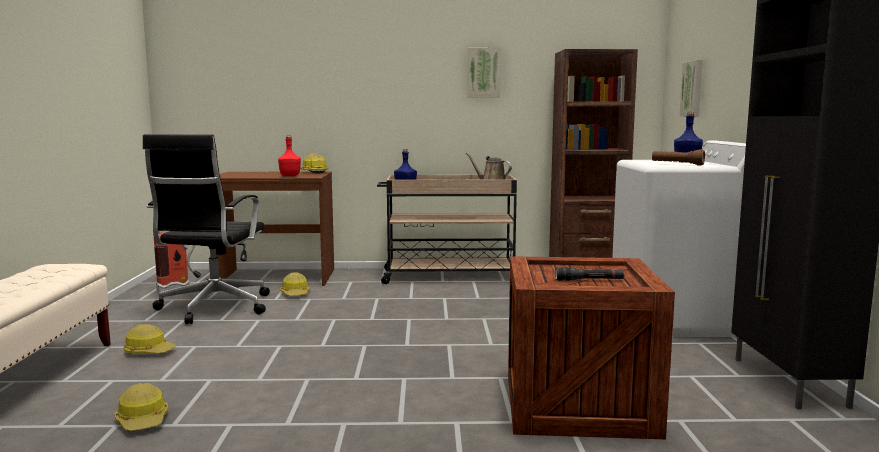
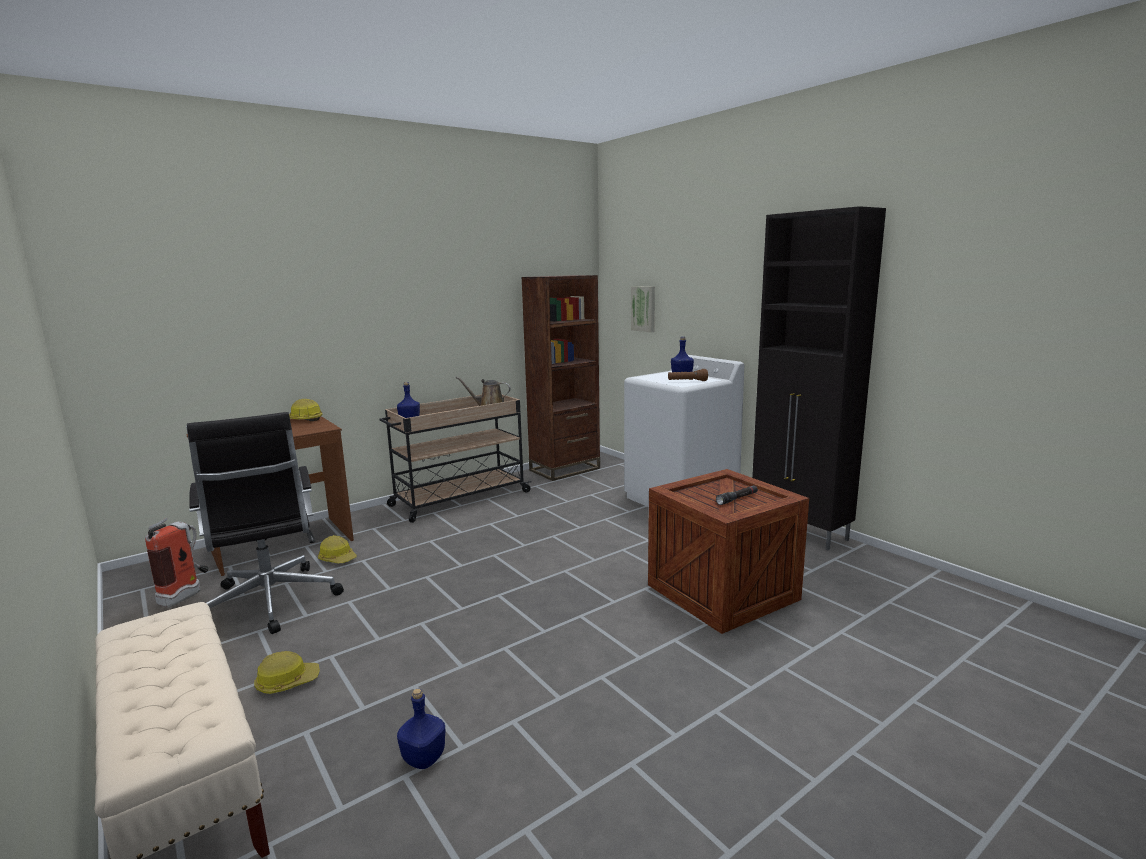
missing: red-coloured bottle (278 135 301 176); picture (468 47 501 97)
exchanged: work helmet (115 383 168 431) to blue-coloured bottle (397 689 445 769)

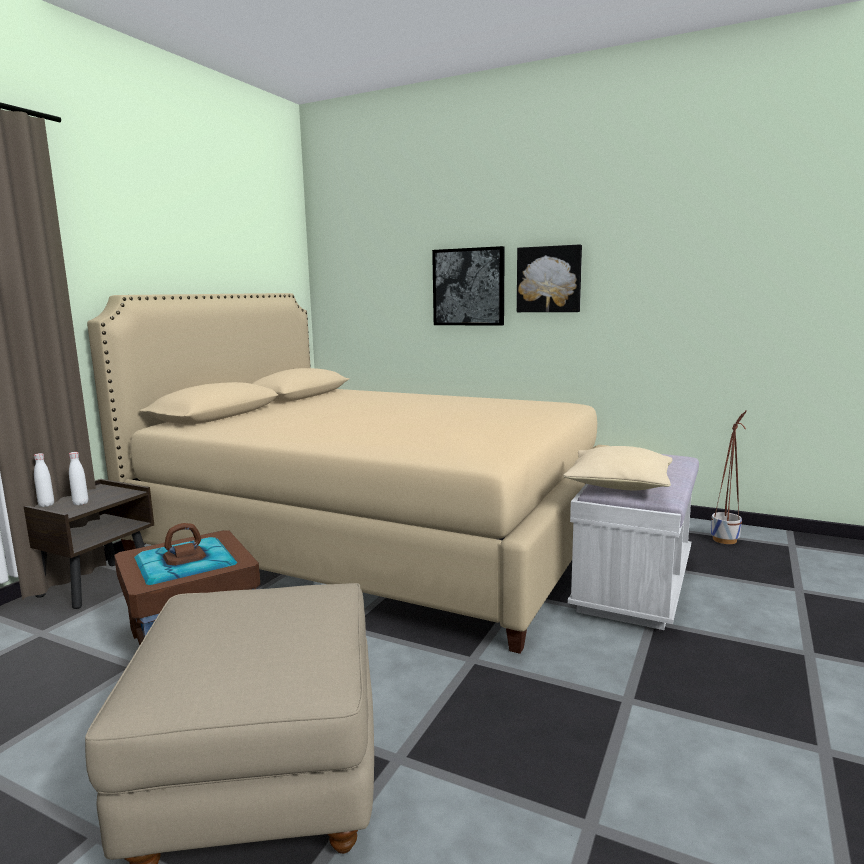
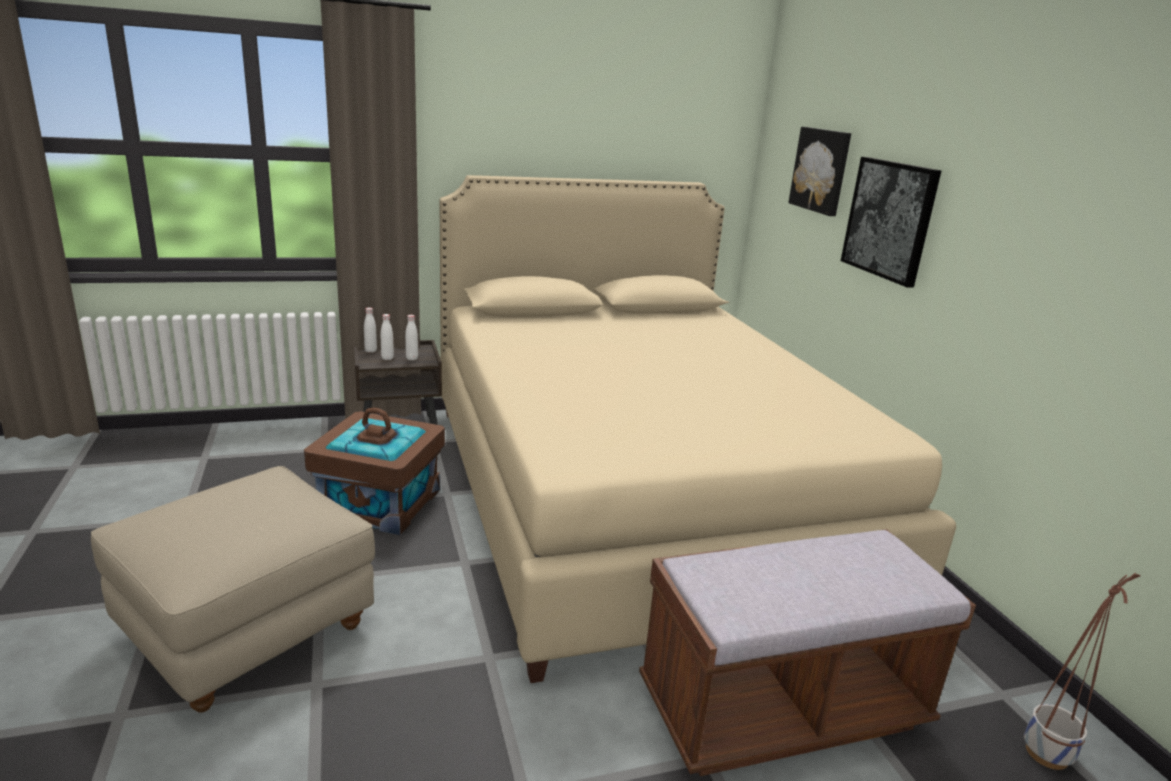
missing: beige cushion (563 446 672 490)
appeared: whitish bottle (405 315 418 360)
relocated: picture (517 245 582 312) to (788 127 851 216)
colour: whitish indoor bench (568 454 699 630) to brown-coloured indoor bench (639 529 976 776)

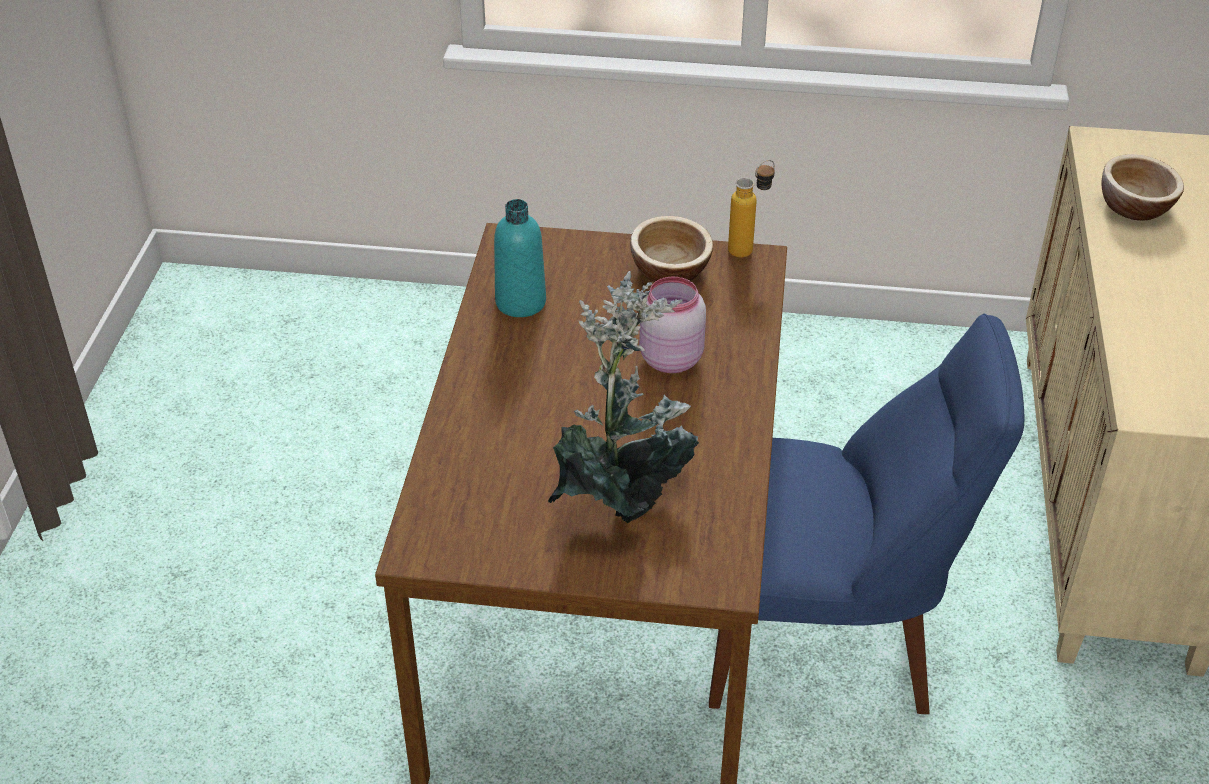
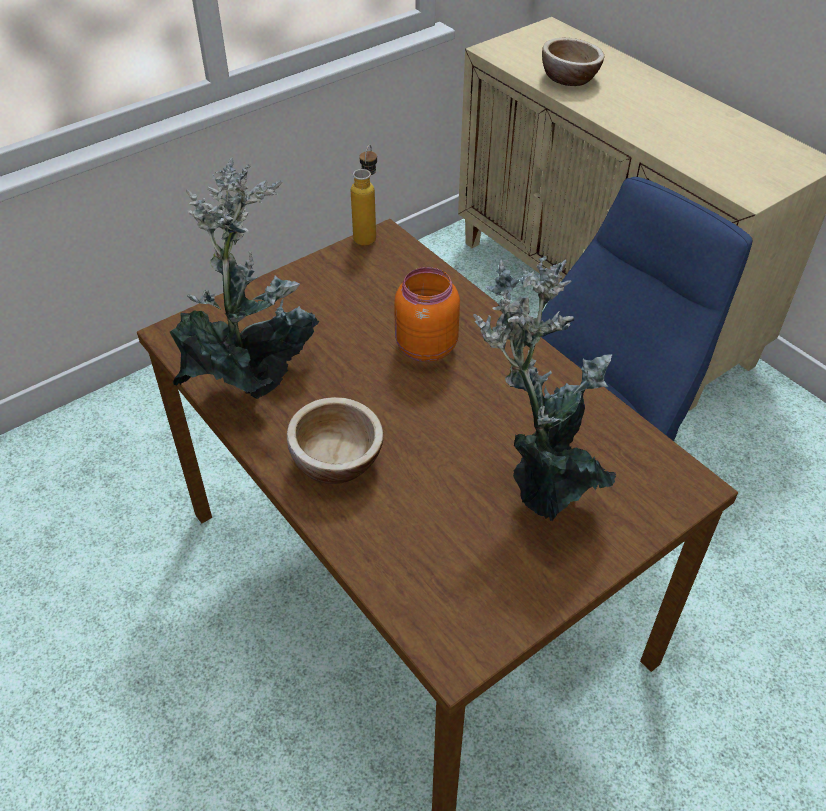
relocated: deep dish (630 216 713 282) to (287 397 383 484)
exchanged: turquoise bottle (494 199 546 317) to houseplant (170 158 319 399)
colour: pinkish storage jar (639 277 706 373) to orangey storage jar (394 267 460 362)

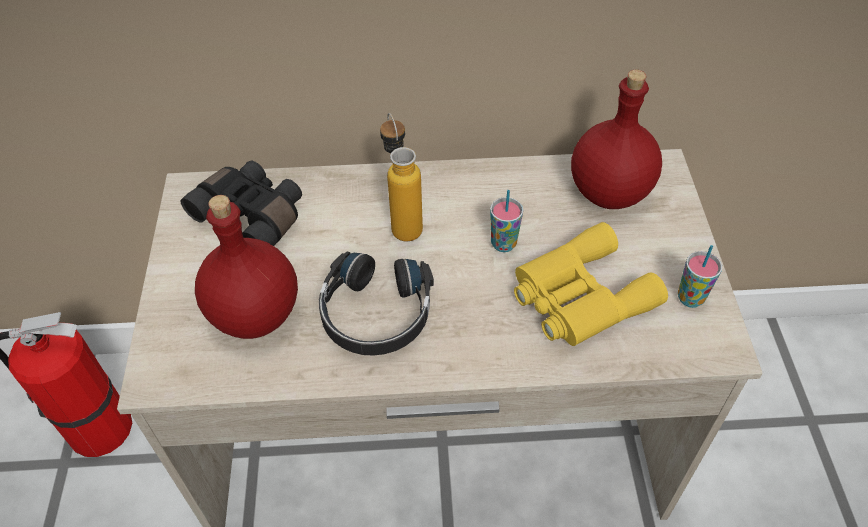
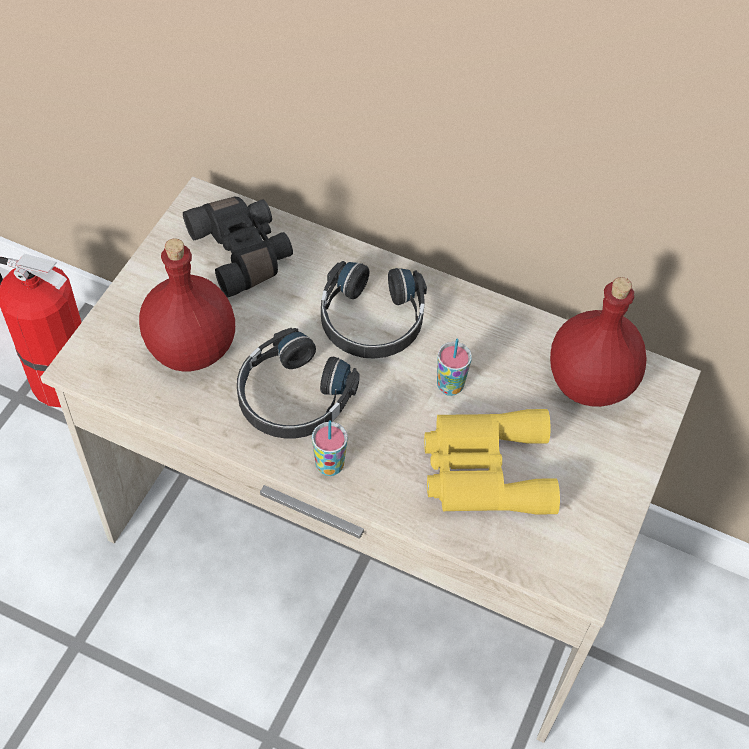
relocated: small cup (678 245 722 308) to (312 420 348 476)
exchanged: bottle (380 113 423 242) to black-coloured headphones (321 261 427 358)

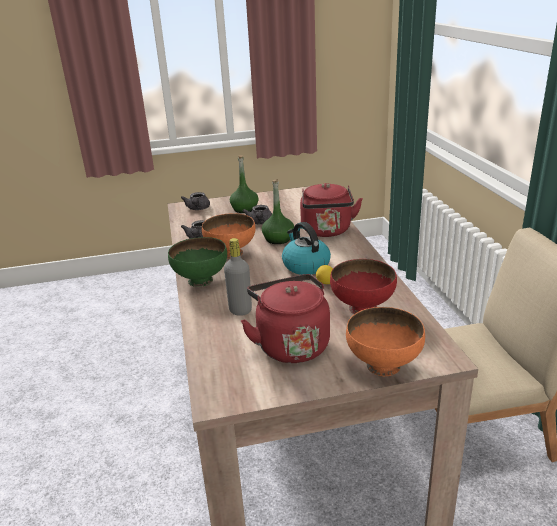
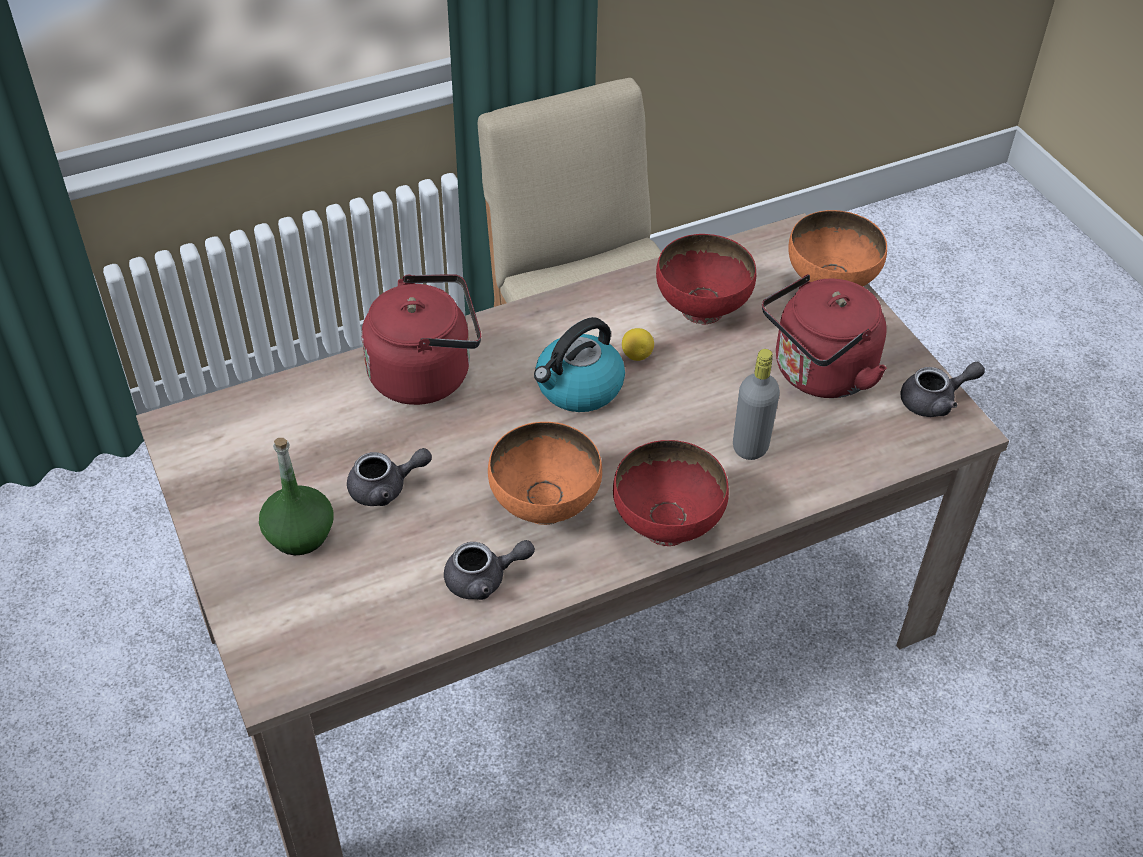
missing: greenish bottle (262 179 294 244)
relocated: gray pot for tea (181 192 210 210) to (900 362 985 417)
colour: greenish deep dish (168 237 227 287) to red-coloured deep dish (613 440 729 546)

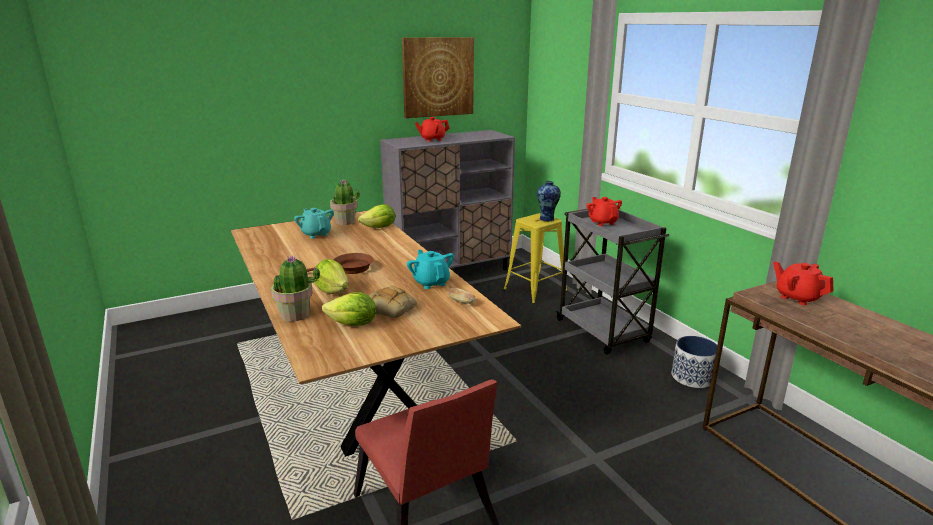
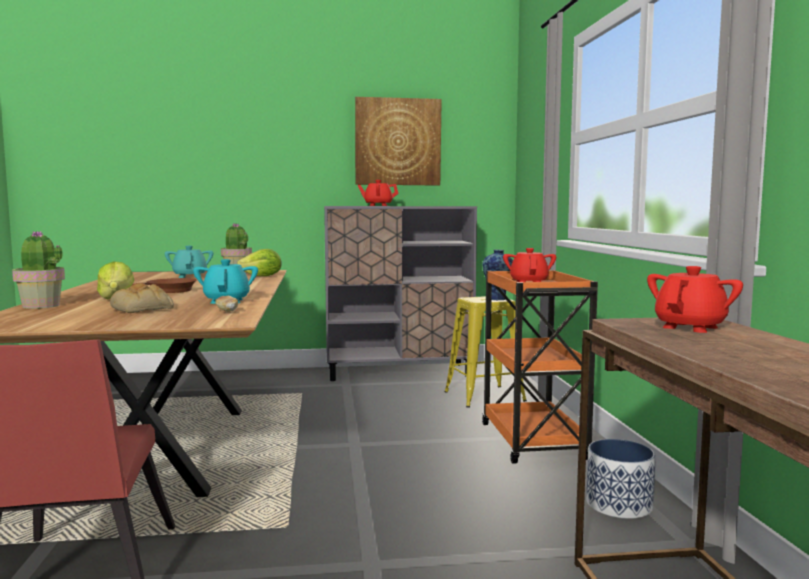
missing: lettuce (322 292 376 326)
colour: gray trolley (556 209 669 354) to orangey trolley (482 270 598 464)
spun: red-coloured pot for tea (773 262 834 305) = (647 266 743 333) 60 degrees clockwise

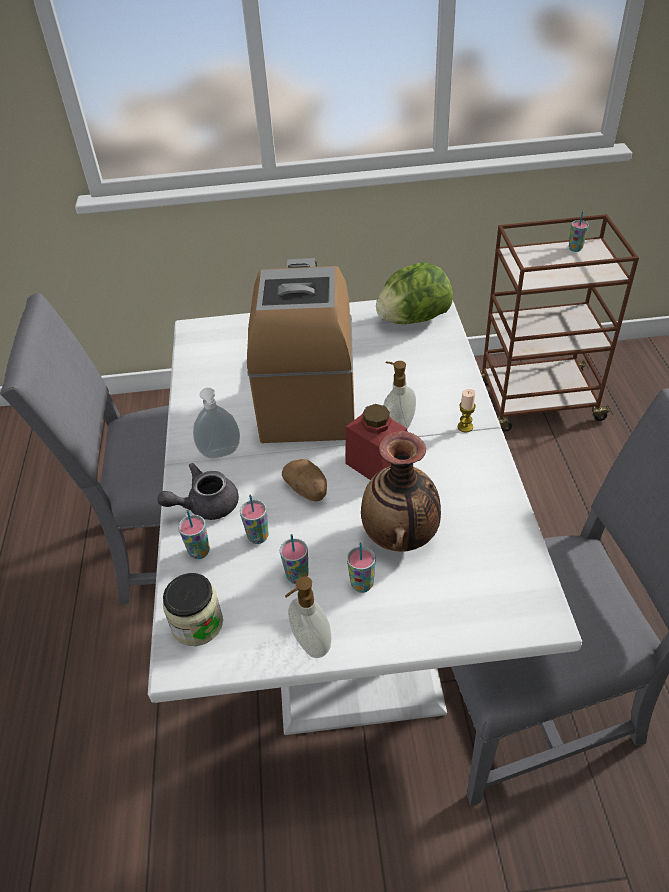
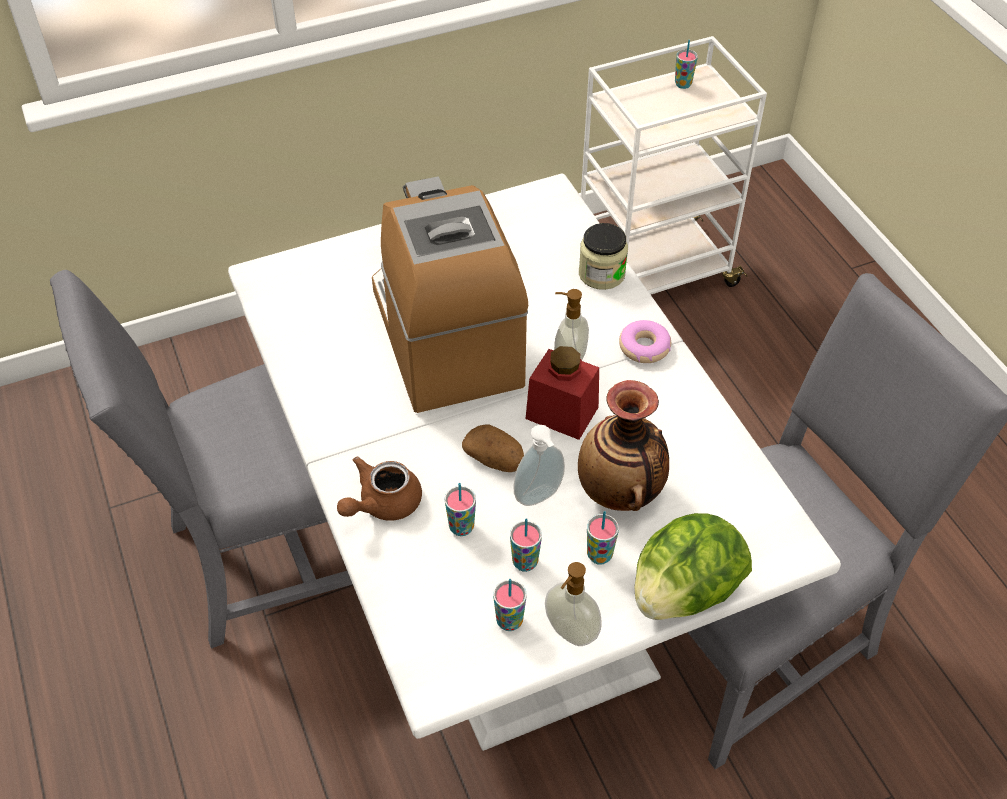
relocated: small cup (178 510 210 559) to (493 579 527 631); liquid soap bottle (193 388 240 458) to (514 425 565 506); storage jar (163 573 223 646) to (579 223 628 290); lettuce (376 263 453 324) to (634 513 752 620)
exchanged: wax candle (458 389 476 433) to doughnut (619 320 671 363)
colour: gray pot for tea (157 463 239 520) to brown-coloured pot for tea (337 457 422 521); brown-coloured trolley (480 214 639 432) to whitish trolley (581 36 767 295)

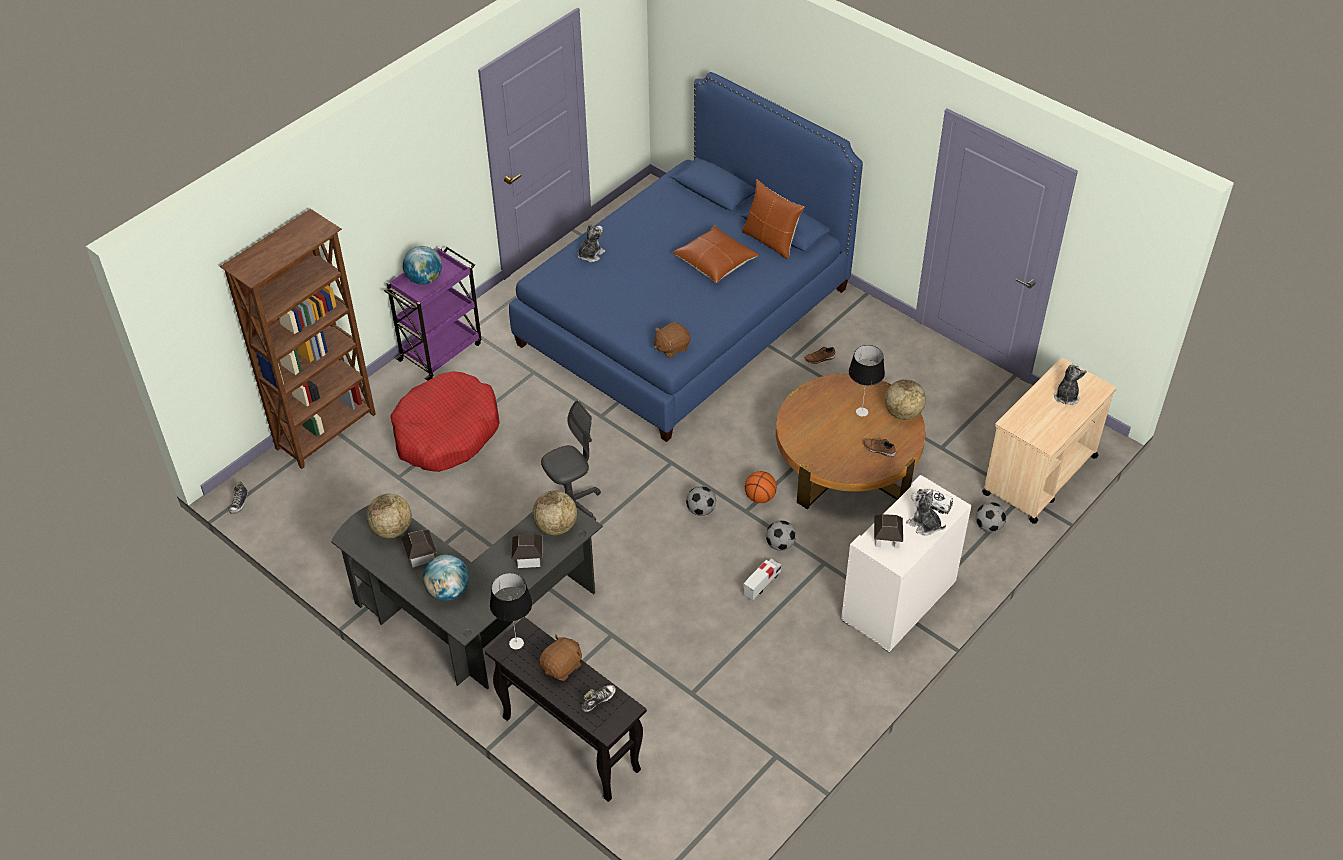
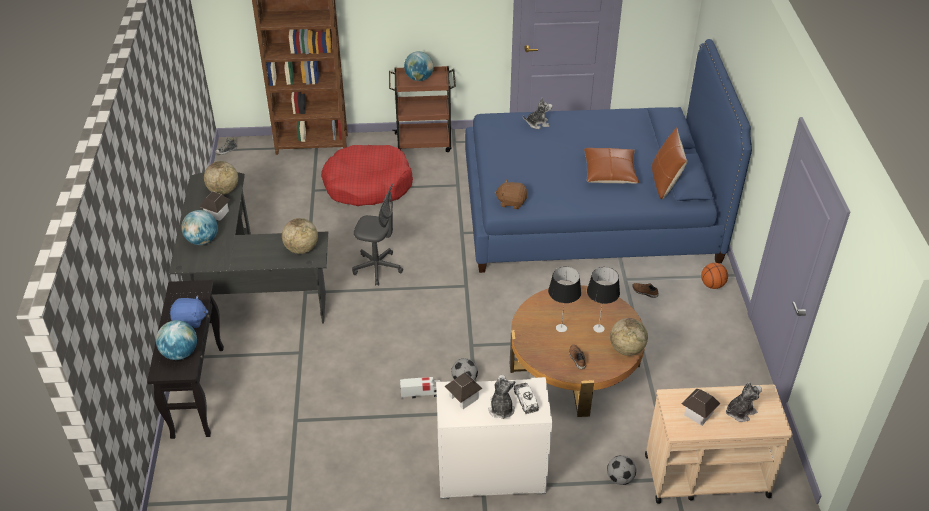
missing: football ball (686 486 716 516)
relocated: table lamp (490 573 532 649) to (548 267 581 332); toy house (512 534 543 568) to (682 389 720 426); basketball ball (745 471 777 503) to (701 263 728 289)
exchanged: low shoe (582 685 616 712) to world globe (156 320 197 360)
colour: brown-coloured cuddly toy (539 635 582 681) to blue-coloured cuddly toy (170 295 209 328); purplish trolley (384 247 481 381) to brown-coloured trolley (389 66 456 152)

